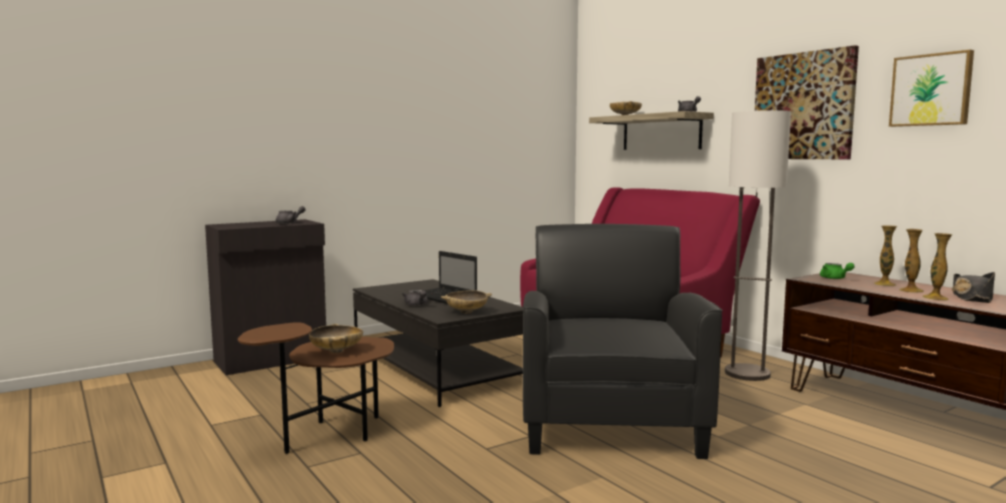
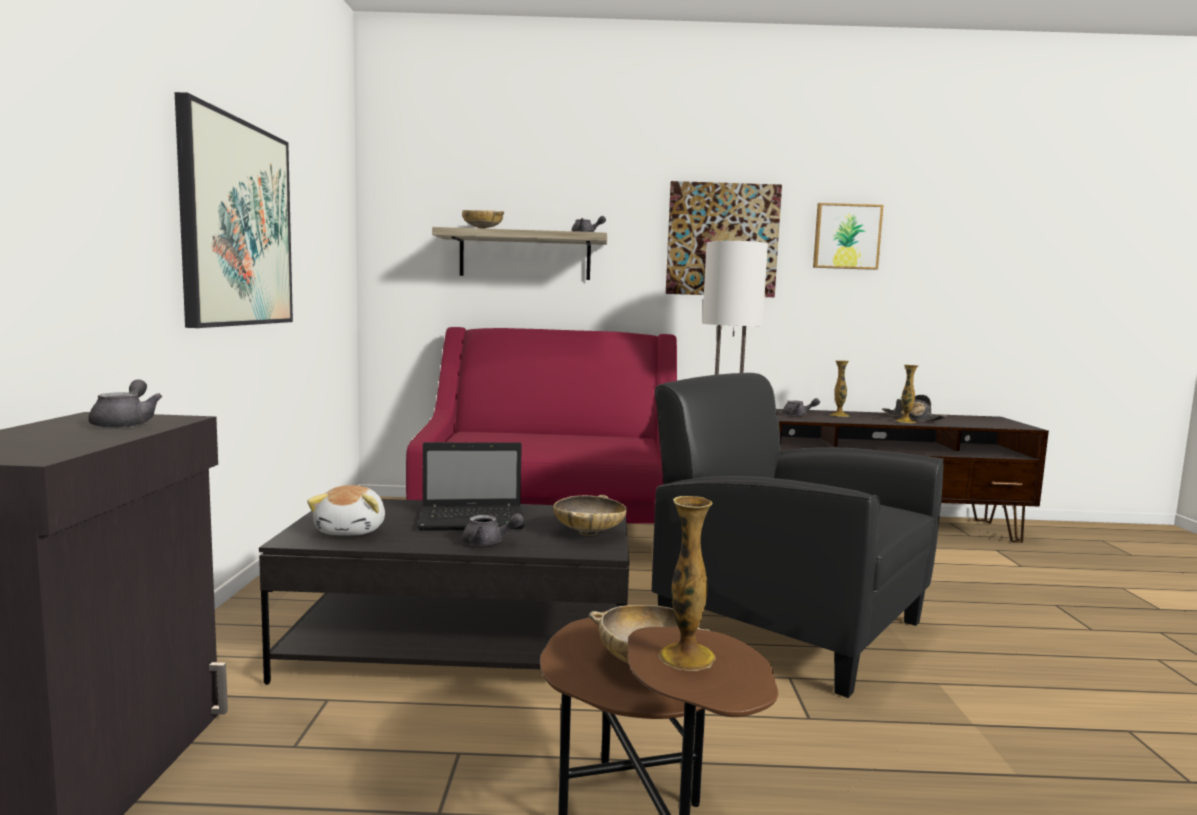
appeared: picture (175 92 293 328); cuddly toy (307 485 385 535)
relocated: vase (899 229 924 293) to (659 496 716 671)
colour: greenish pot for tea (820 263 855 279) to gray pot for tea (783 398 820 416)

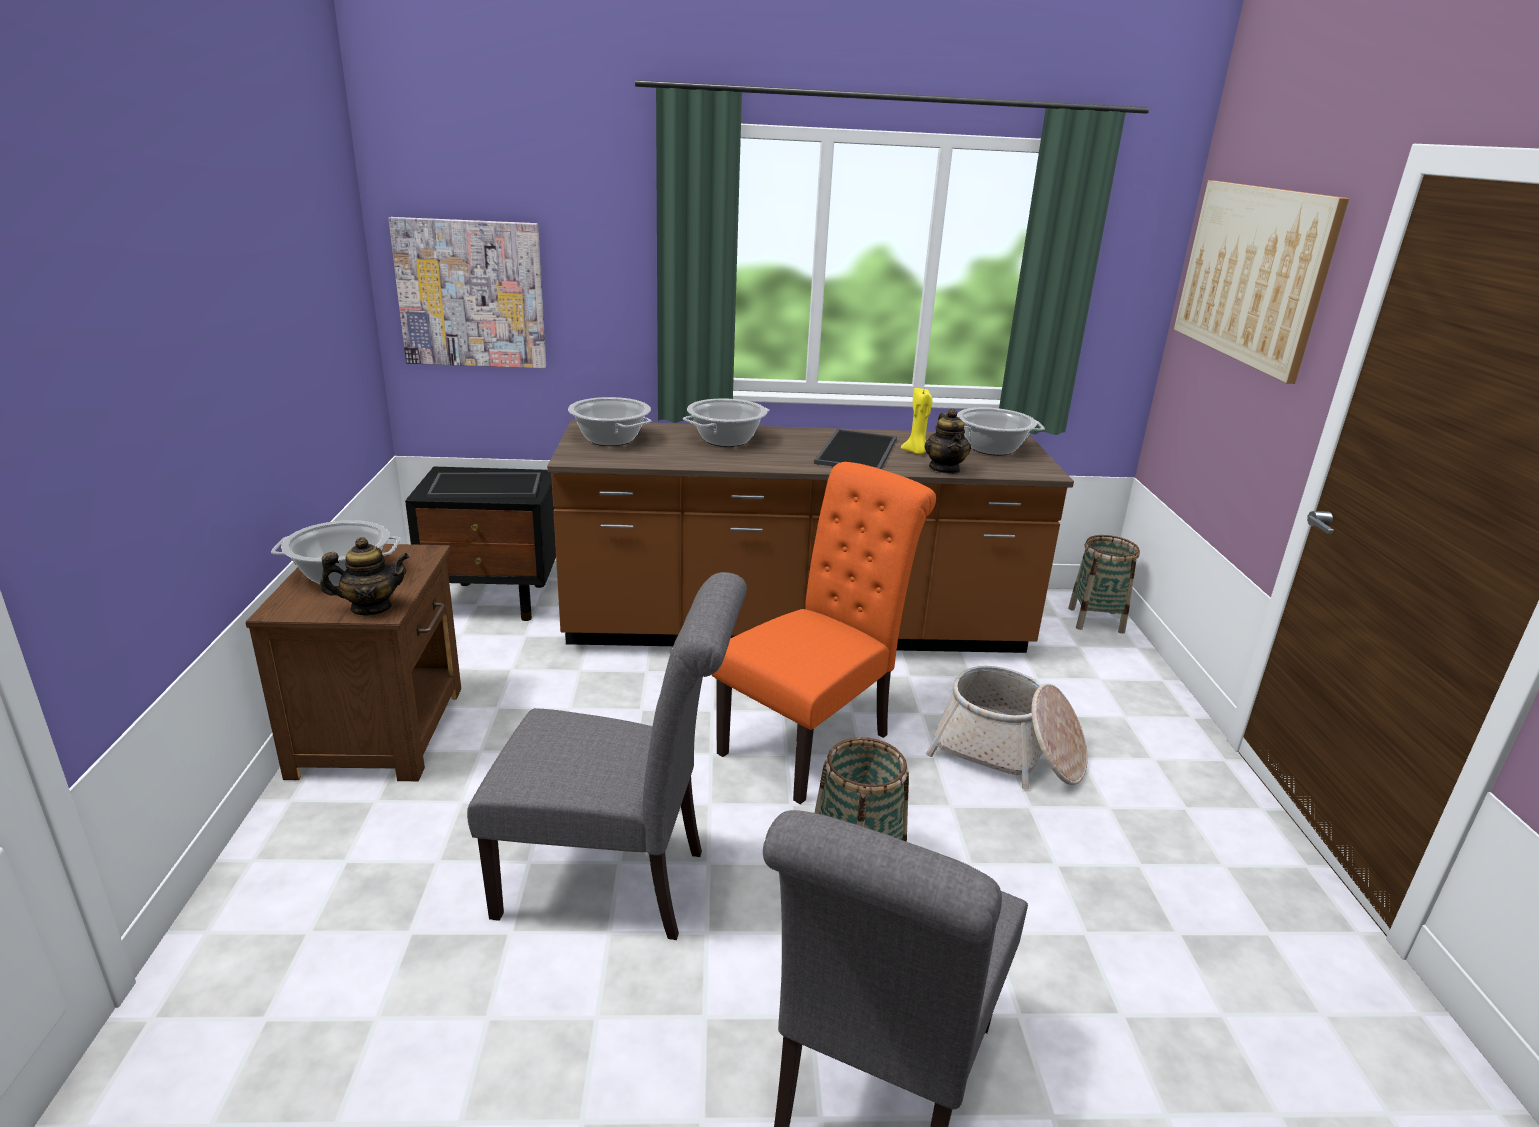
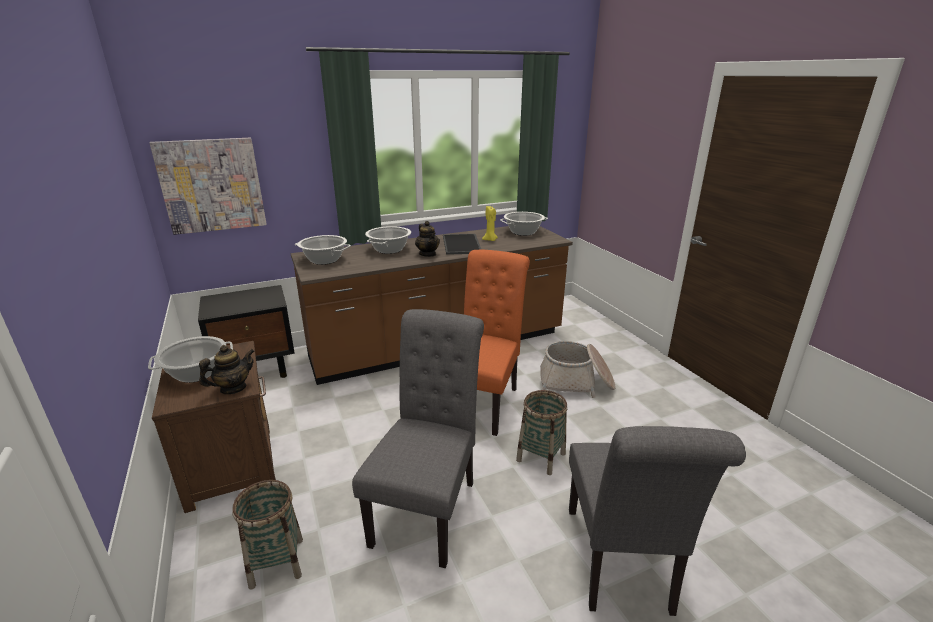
missing: tray (427 473 541 498); picture (1174 180 1349 384)
relocated: storage basket (1068 535 1140 634) to (232 480 303 590); pot for tea (925 409 971 474) to (415 221 440 257)
spun: gray plain chair (467 572 747 940) = (352 309 484 569) 60 degrees counterclockwise

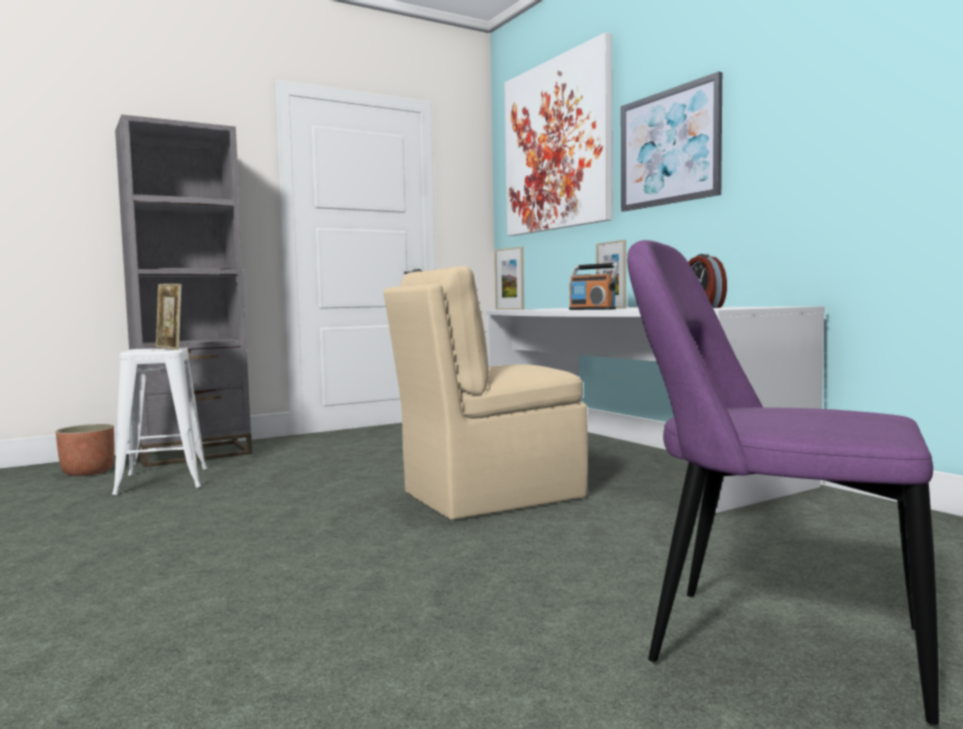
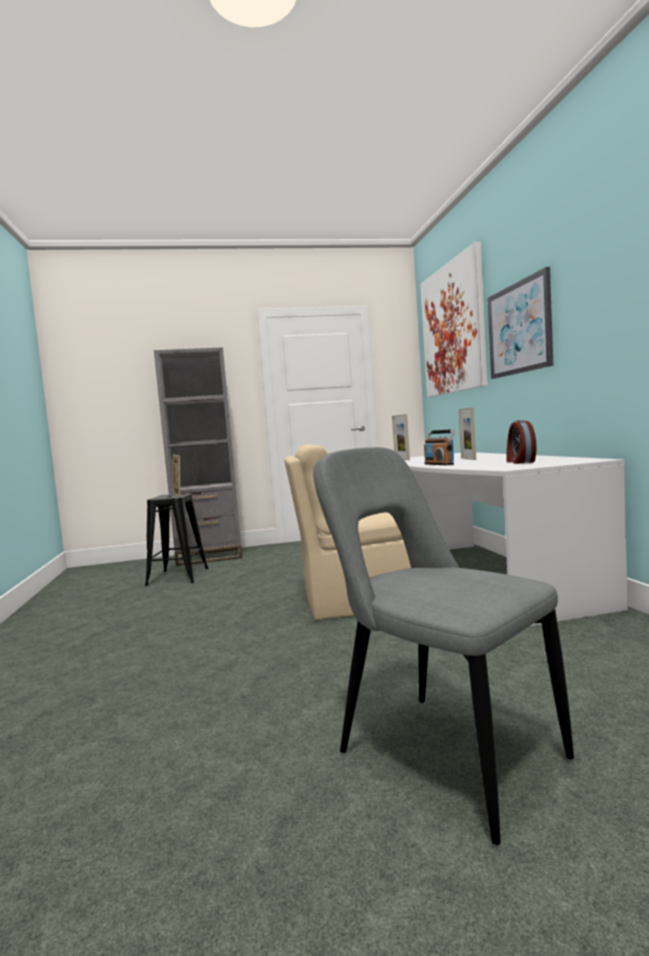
missing: plant pot (56 424 115 476)
colour: whitish stool seat (112 347 207 495) to black-coloured stool seat (145 493 208 586); purplish plain chair (627 240 939 725) to gray plain chair (313 447 574 845)

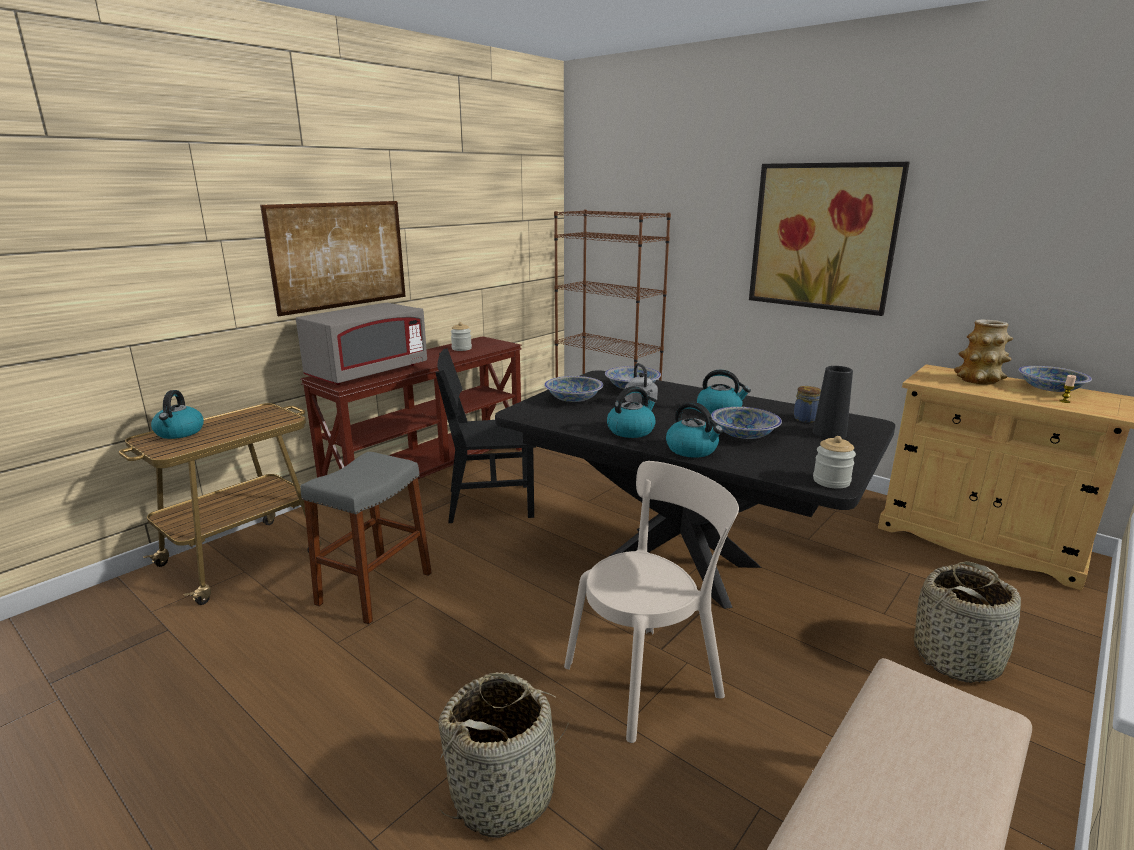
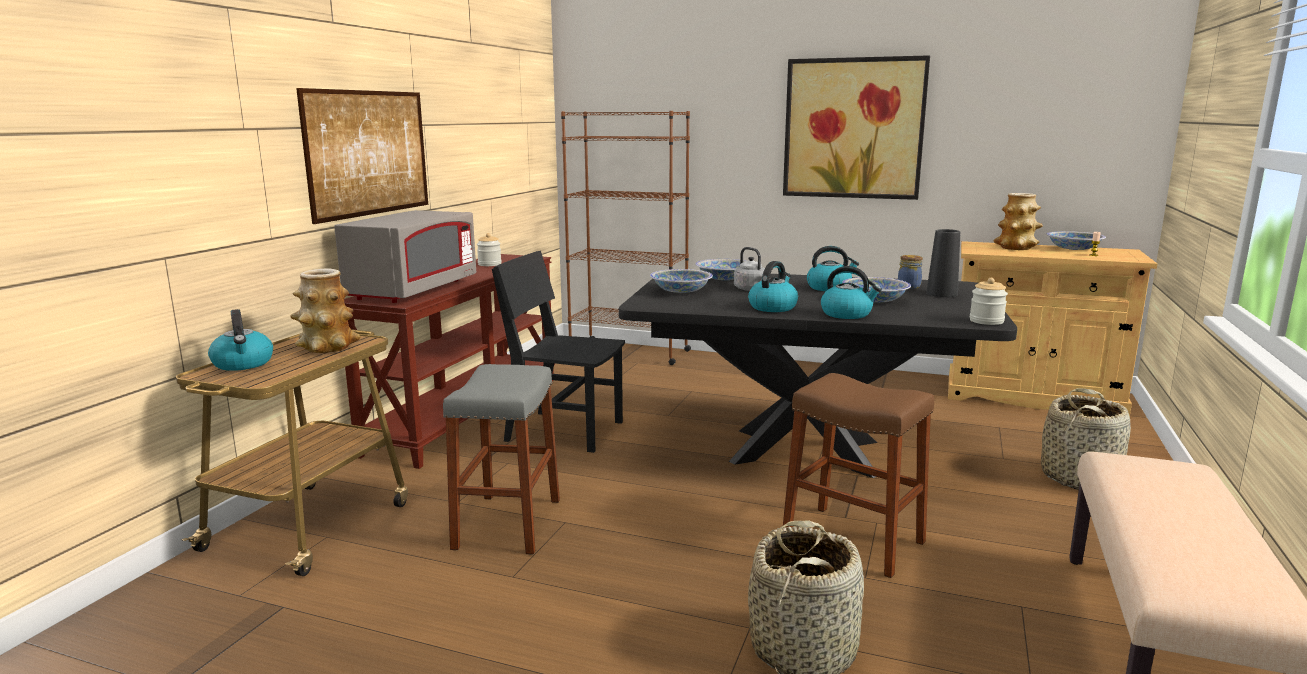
appeared: vase (291 268 360 353)
exchanged: beige plain chair (564 461 739 743) to brown-coloured stool seat (783 373 934 578)
spun: black-coloured plain chair (435 348 536 523) = (492 251 625 453) 45 degrees clockwise

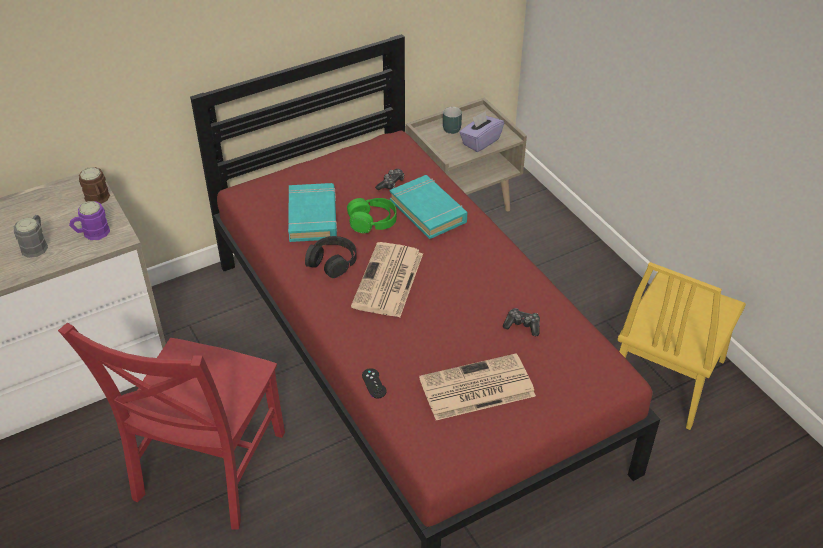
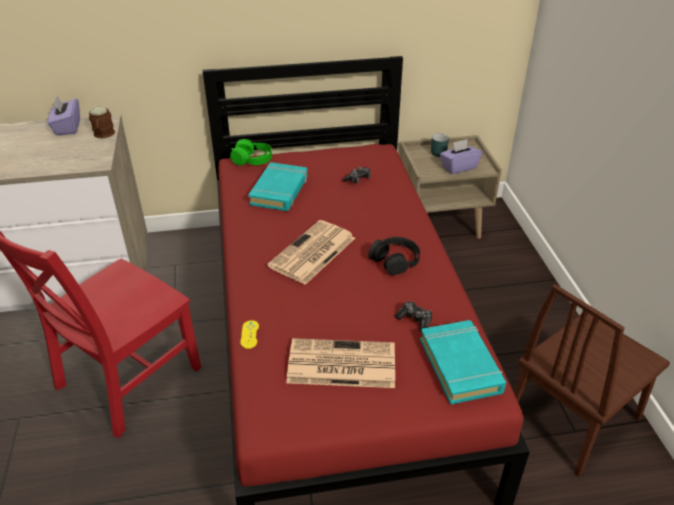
missing: gray tea mug (14 215 48 258); purplish tea mug (69 201 110 240)
appeared: purplish box of tissues (48 96 80 135)
relocated: greenish headphones (347 198 397 233) to (230 139 272 166); black-coloured headphones (305 236 356 278) to (368 237 420 275); turquoise book (390 175 468 239) to (420 320 506 405)
colour: black-coloured gamepad (362 368 387 398) to yellowish gamepad (240 320 259 349); yellowish plain chair (617 262 746 430) to brown-coloured plain chair (514 284 670 476)

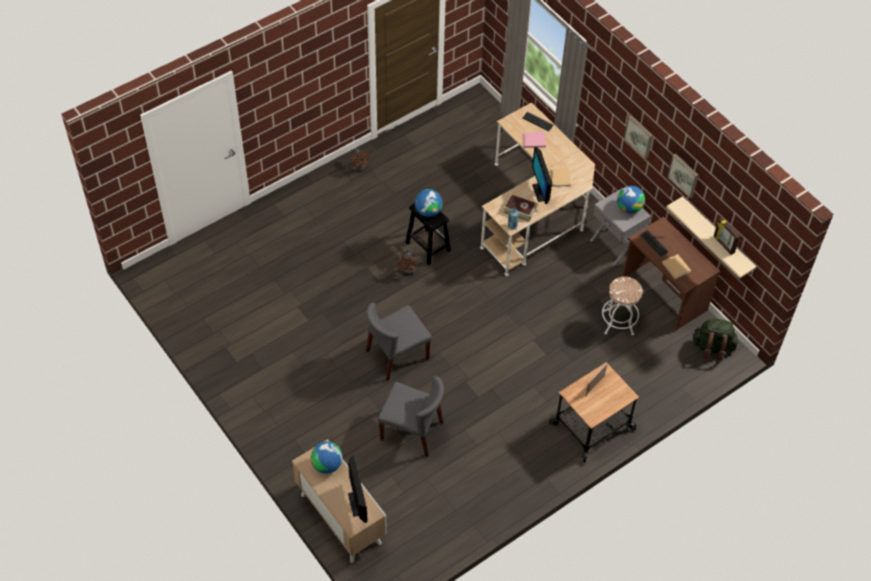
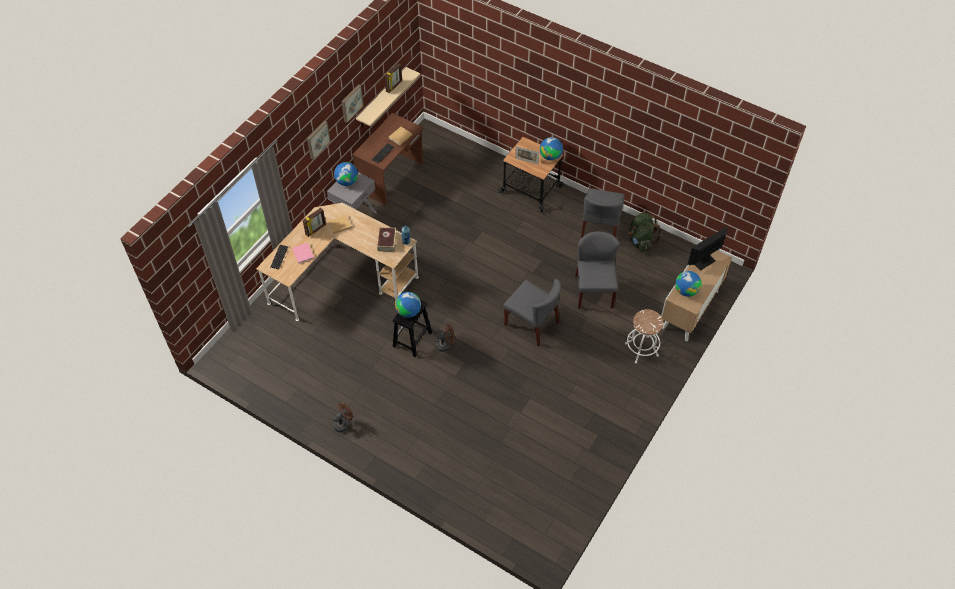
missing: monitor (532 147 552 204)
appeared: standing frame (303 208 326 237); world globe (540 137 563 161); gray plain chair (581 188 625 238)
relocated: whitish stool seat (602 277 643 335) to (625 309 663 363); greenish rucksack (692 318 738 360) to (628 213 662 252)

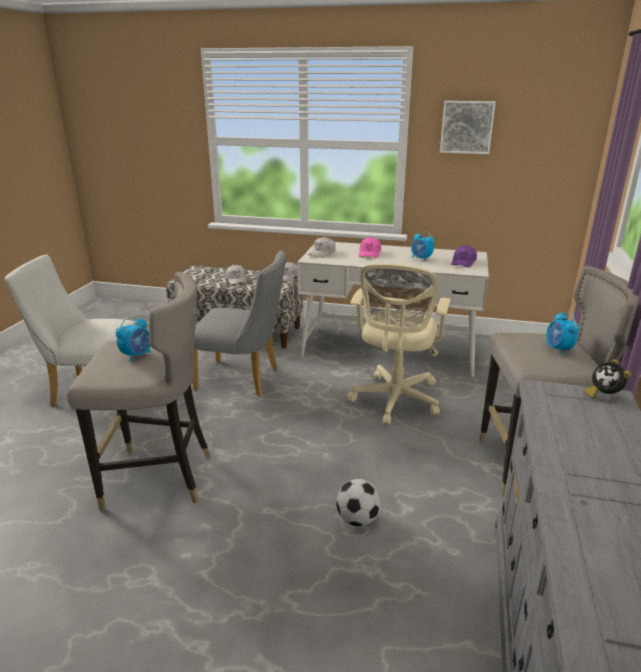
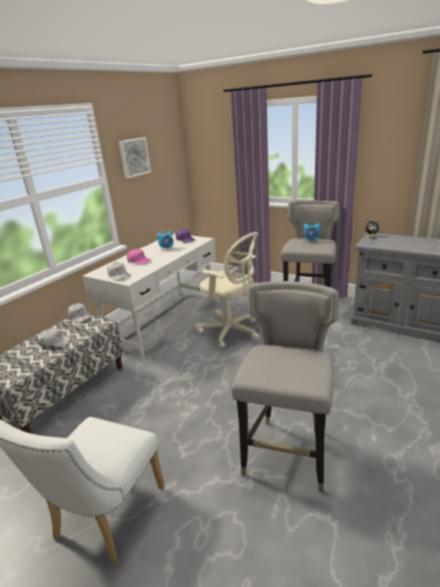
missing: table clock (115 317 151 362); gray plain chair (193 251 286 396); football ball (336 479 381 526)

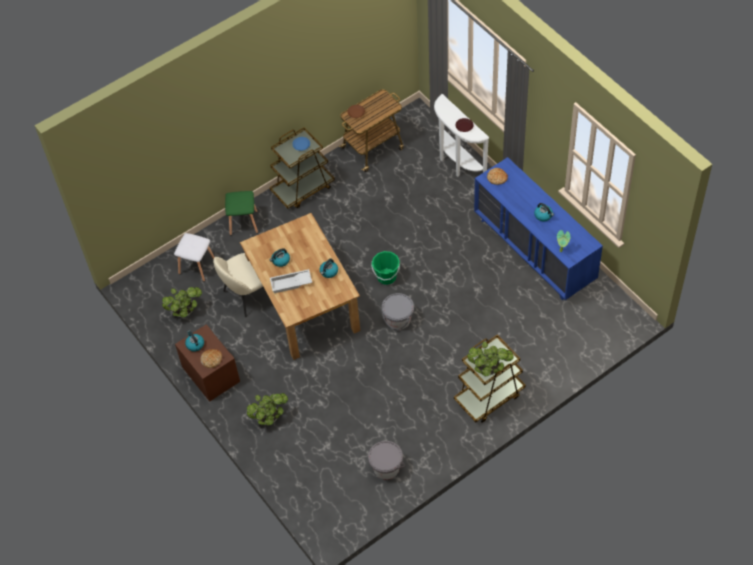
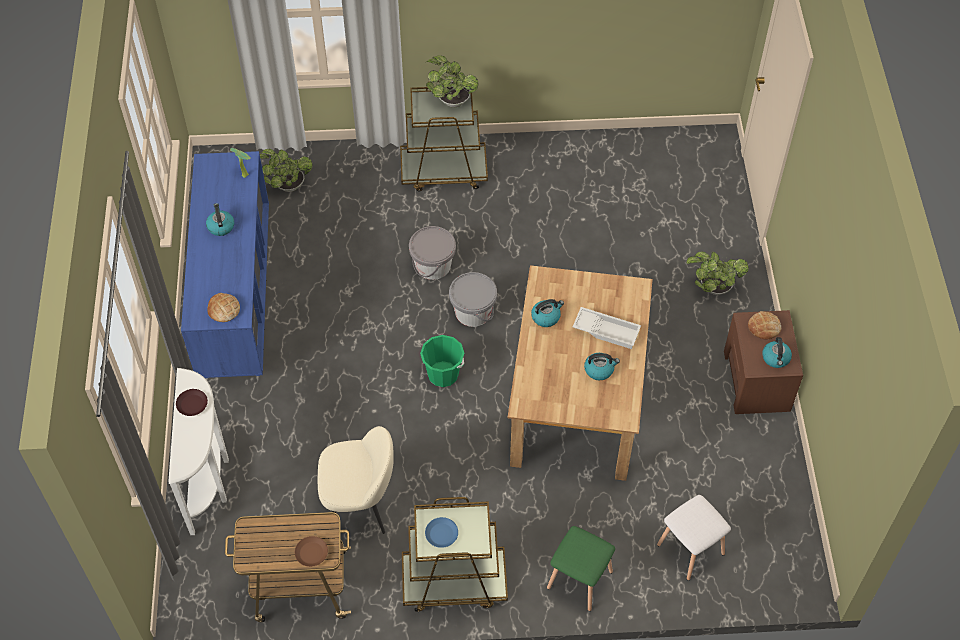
relocated: houseplant (162 287 202 318) to (260 149 313 192); beige plain chair (213 253 264 317) to (318 426 394 534); gray bucket (368 441 405 480) to (409 226 456 280)

